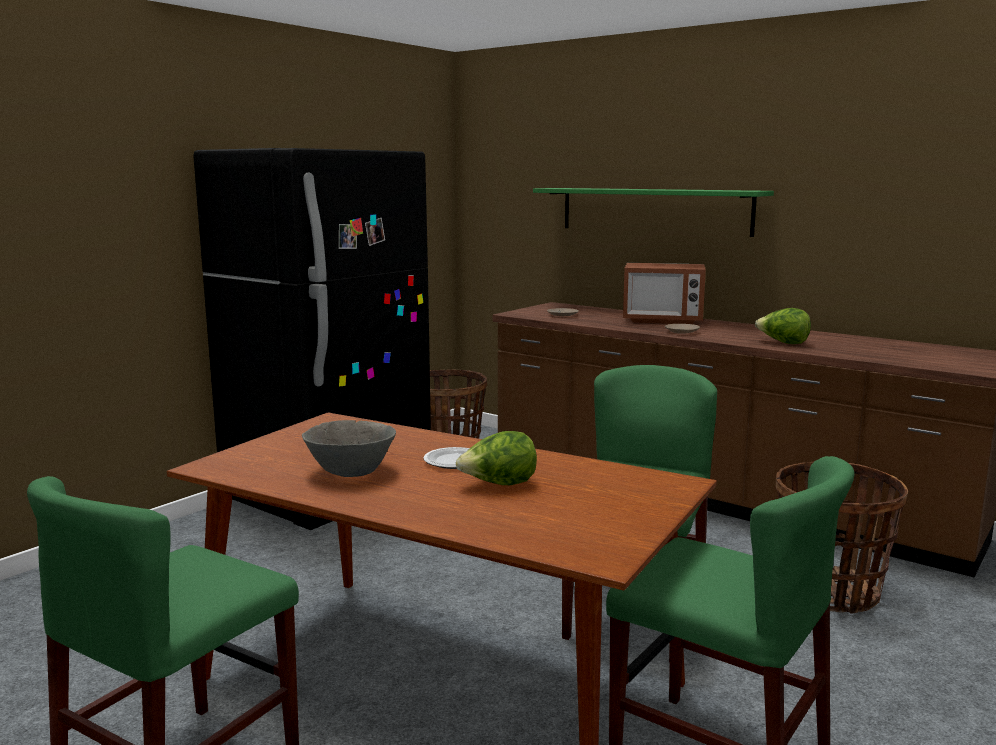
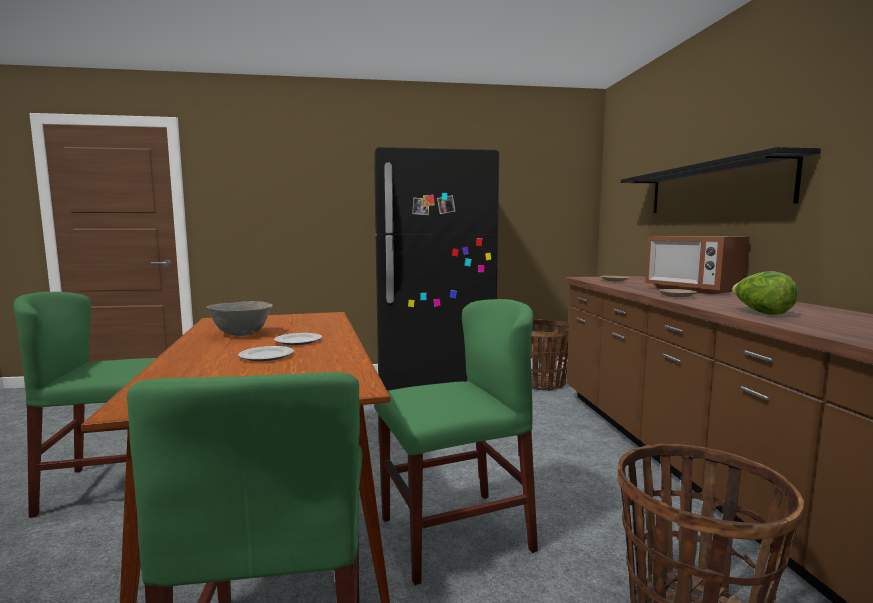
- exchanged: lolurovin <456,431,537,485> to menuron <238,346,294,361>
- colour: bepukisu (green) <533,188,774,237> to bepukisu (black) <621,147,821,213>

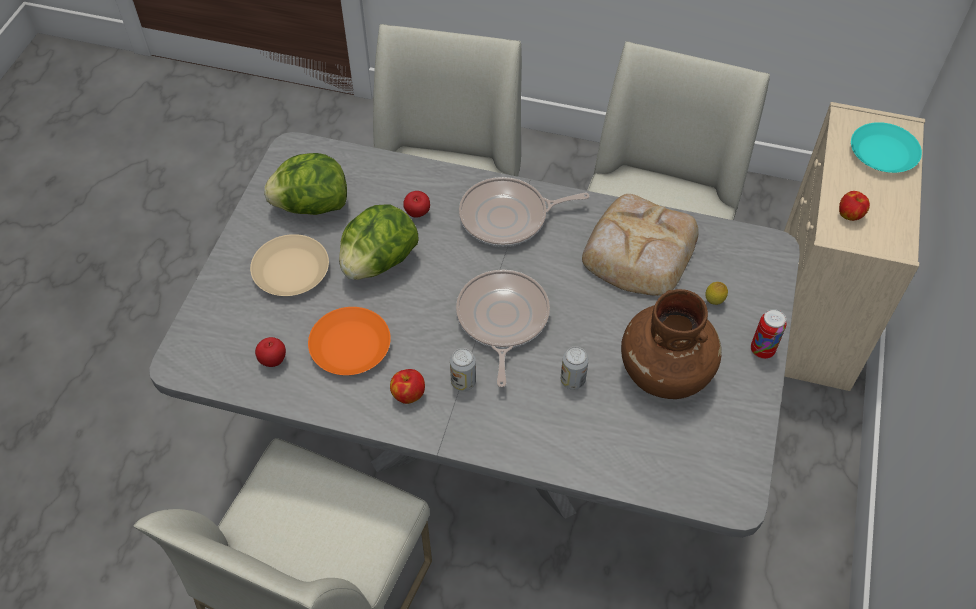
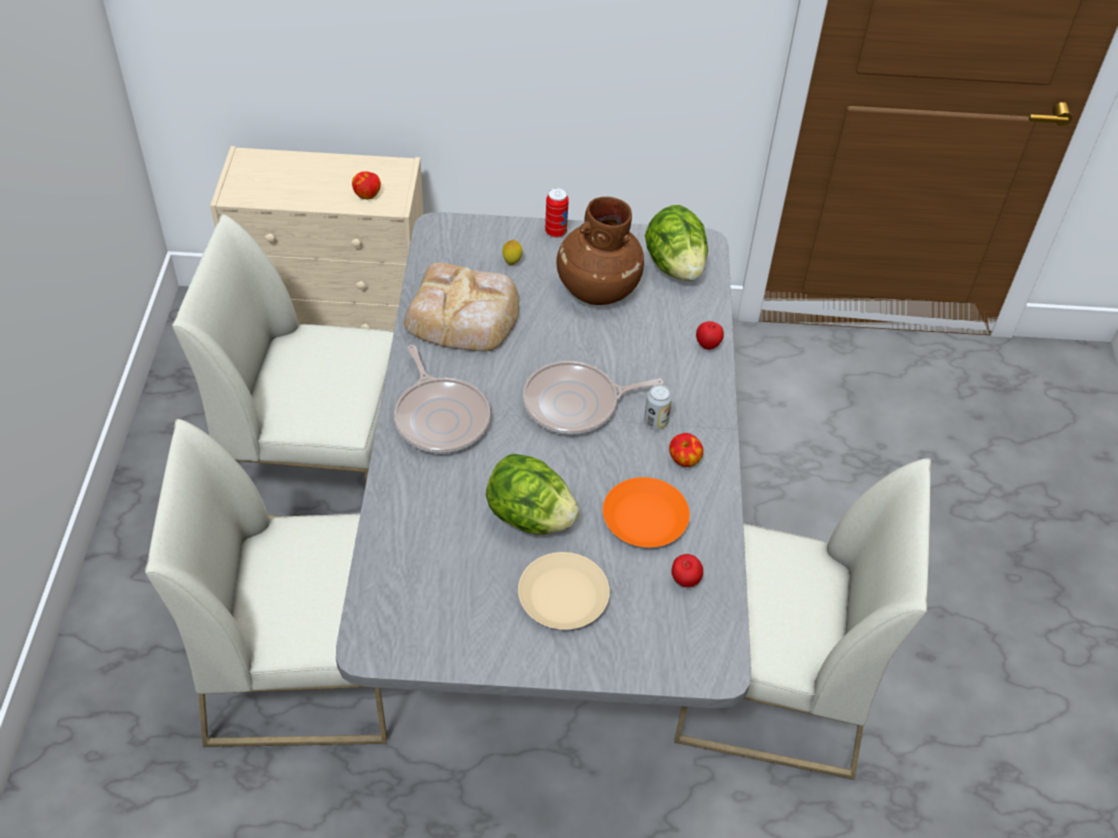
- missing: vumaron <561,346,589,390>
- missing: menuron (turquoise) <851,122,922,173>
- relocated: lolurovin <264,153,347,215> to <645,205,708,281>
- relocated: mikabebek <403,191,430,218> to <696,321,724,350>

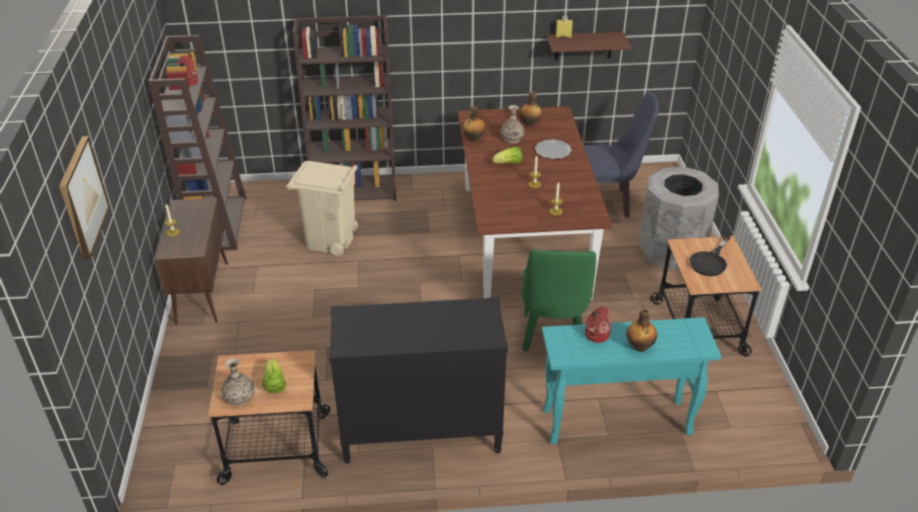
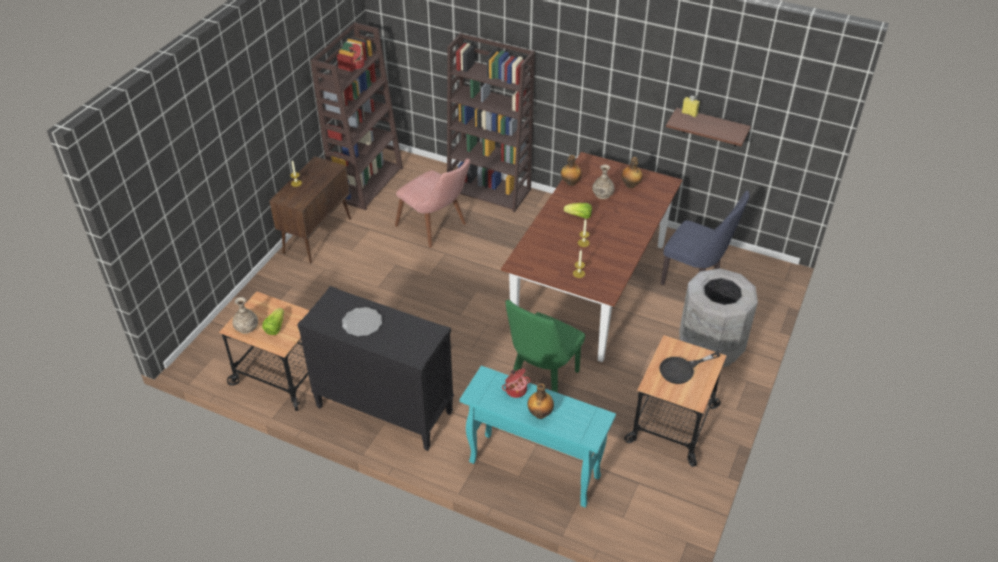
- missing: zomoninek <59,136,110,260>
- relocated: menuron <535,139,572,159> to <342,307,382,336>
- exchanged: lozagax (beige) <286,161,358,256> to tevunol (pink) <395,158,470,248>

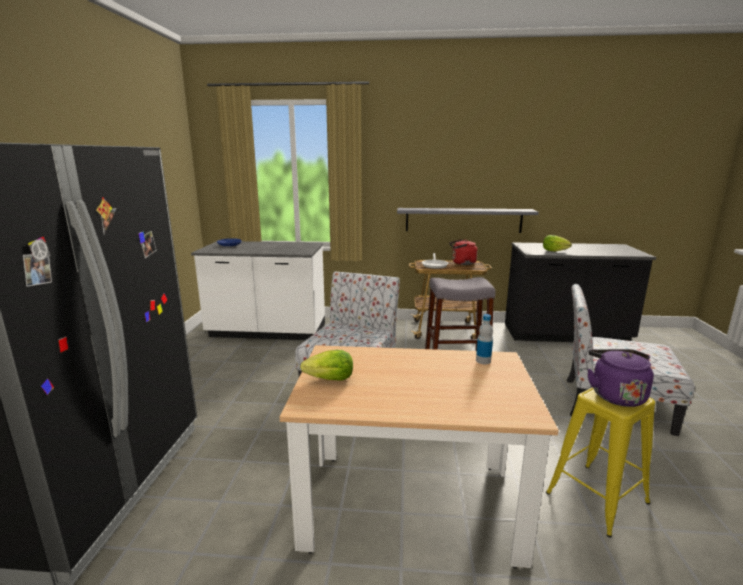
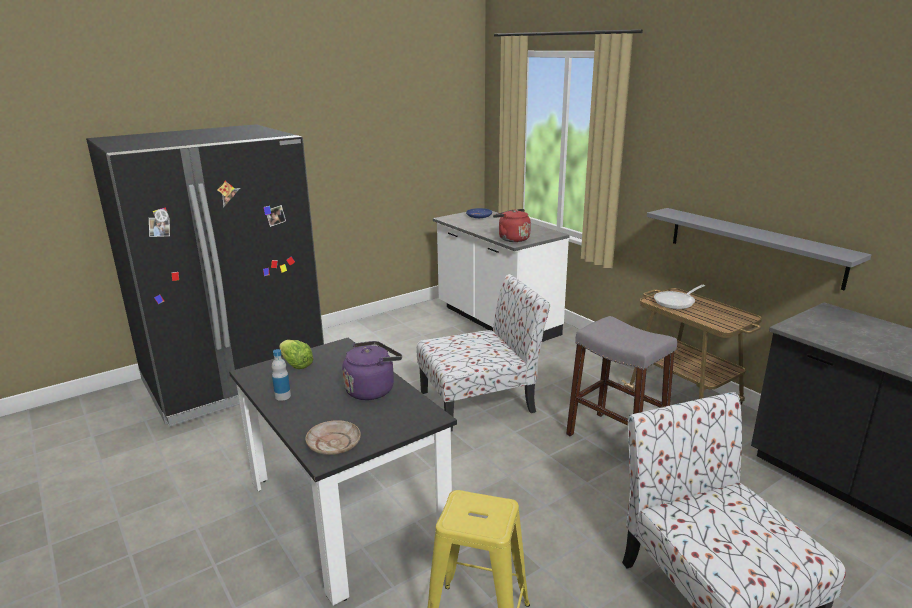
- missing: lolurovin <543,235,572,252>
- appeared: menuron (beige) <306,420,361,455>
- relocated: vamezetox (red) <449,239,478,265> to <493,209,531,242>
- relocated: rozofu <476,314,493,364> to <272,349,291,401>
- relocated: vamezetox (purple) <587,349,654,407> to <342,341,402,400>
- colour: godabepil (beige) <280,345,559,569> to godabepil (black) <229,338,457,606>

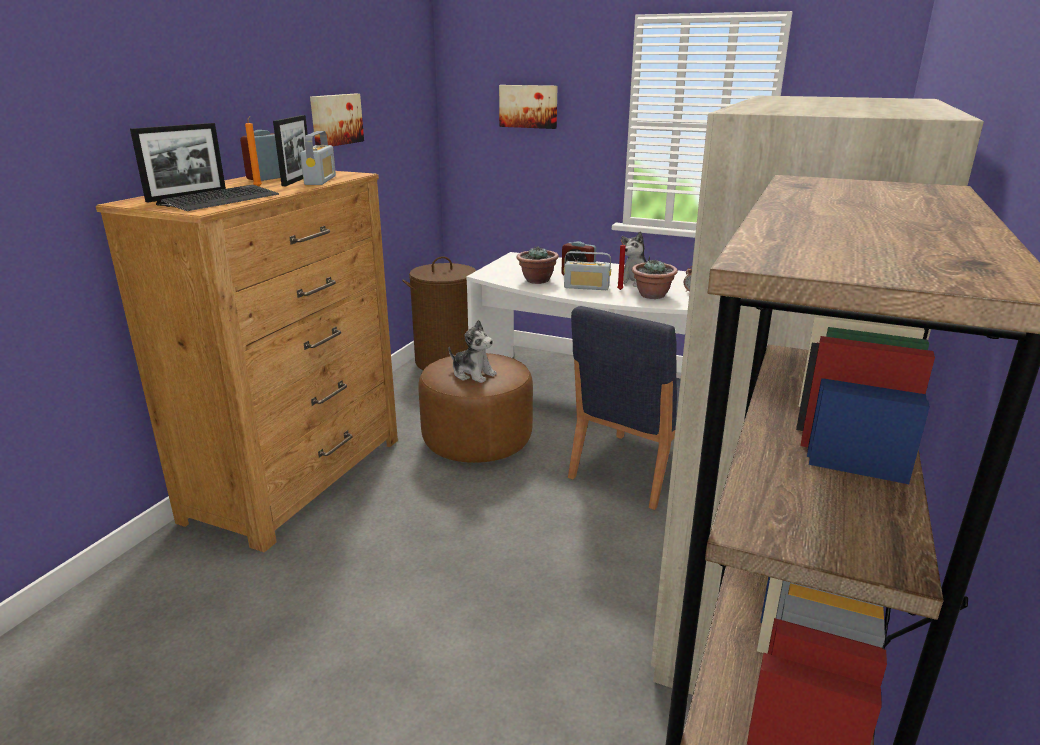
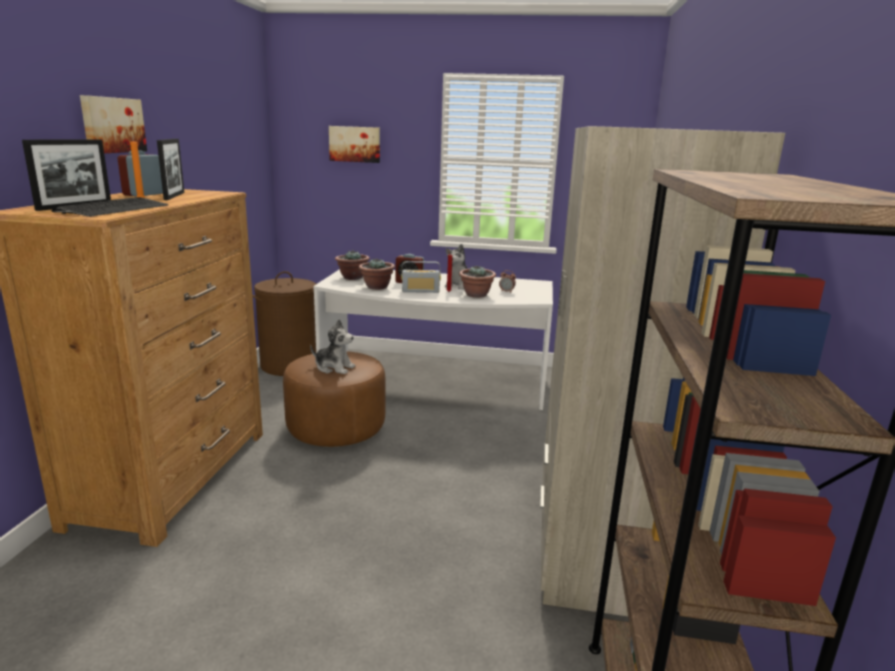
- missing: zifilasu <300,131,336,185>
- missing: tevunol (blue) <568,306,681,510>
- appeared: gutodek <335,251,370,280>
- relocated: zomoninek <310,94,364,146> to <80,95,147,153>

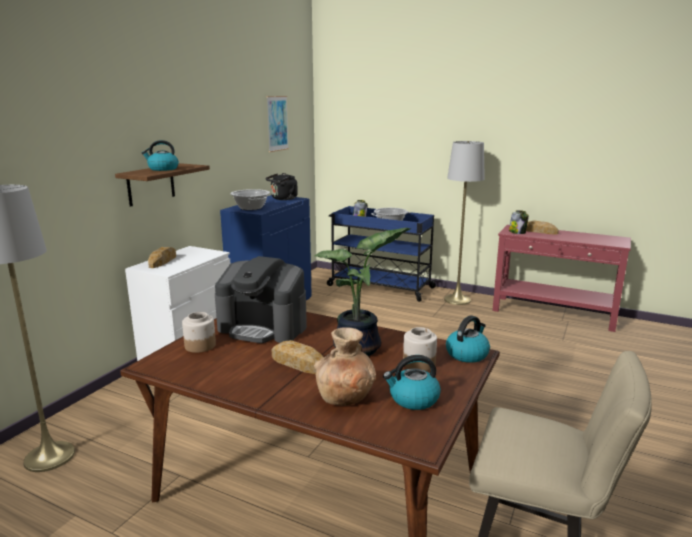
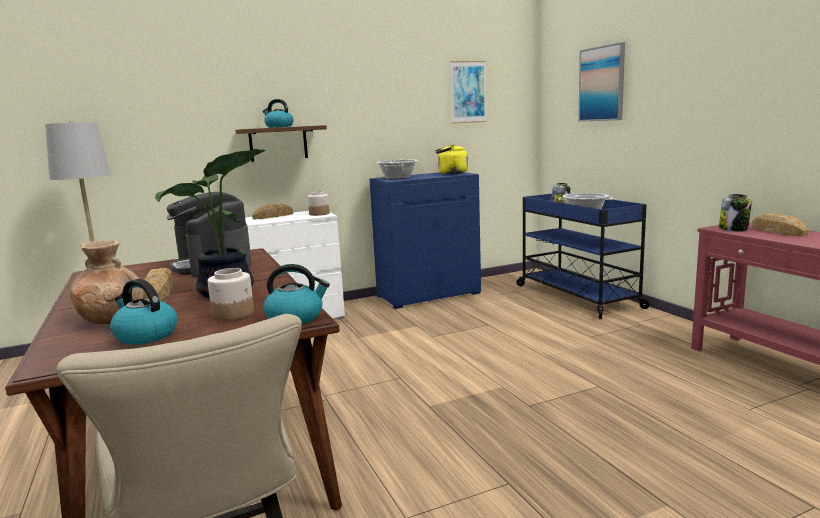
- missing: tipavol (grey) <444,141,485,305>
- appeared: zomoninek <578,42,625,122>
- relocated: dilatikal <182,312,216,353> to <308,191,329,216>
- colour: vamezetox (black) <266,173,298,200> to vamezetox (yellow) <435,144,468,174>

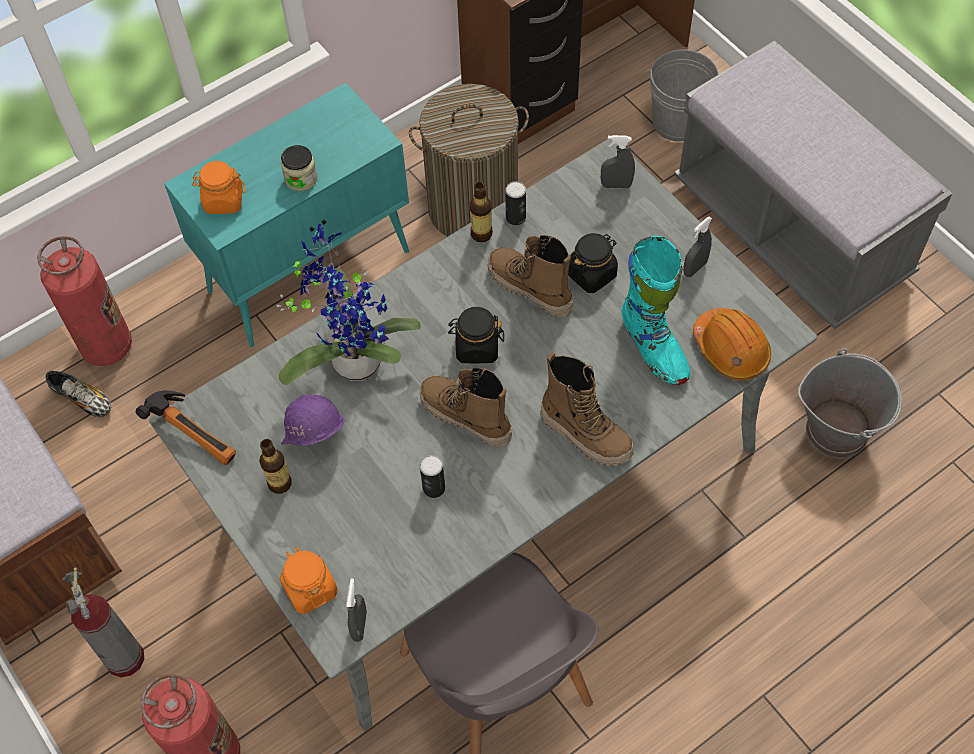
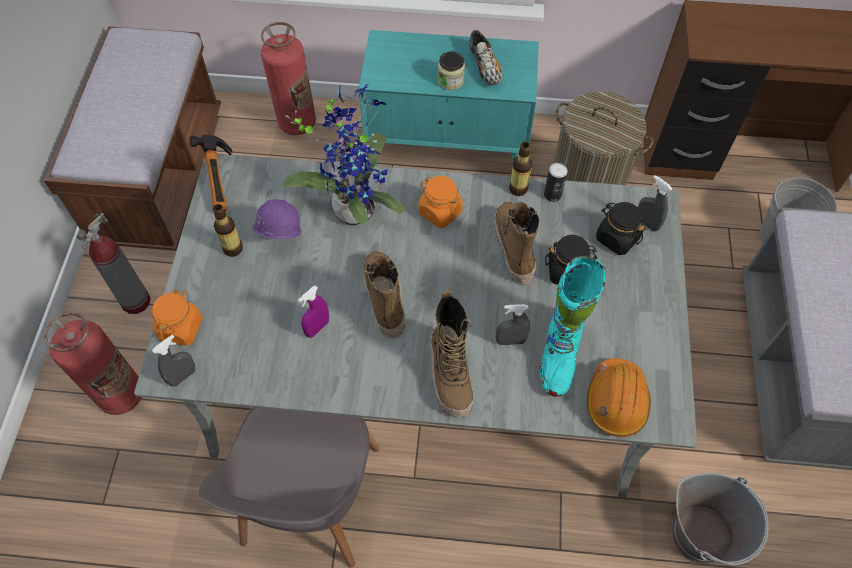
- relocated: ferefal <45,371,111,417> to <469,30,502,85>
- relocated: dilatikal (orange) <192,161,245,214> to <419,176,463,228>
- relocated: dilatikal (black) <448,307,504,364> to <596,202,645,255>
- relocated: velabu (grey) <683,216,712,277> to <496,304,530,345>
- exchanged: vumaron <420,455,445,498> to velabu (purple) <298,286,329,338>

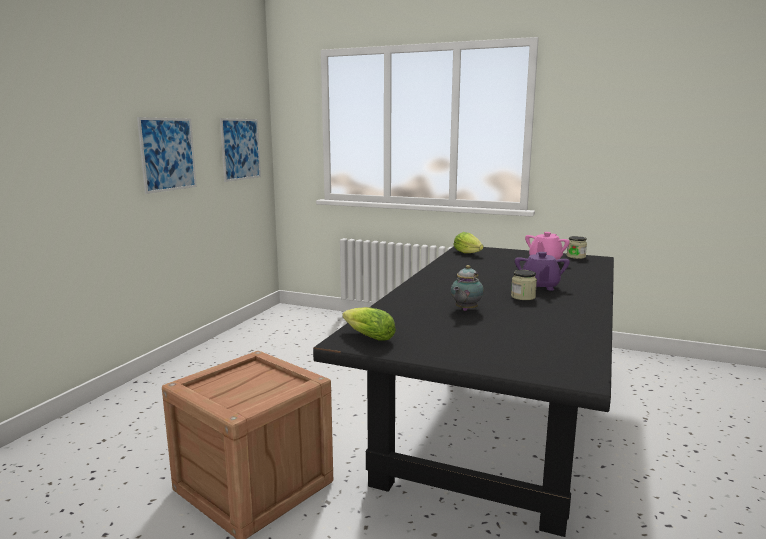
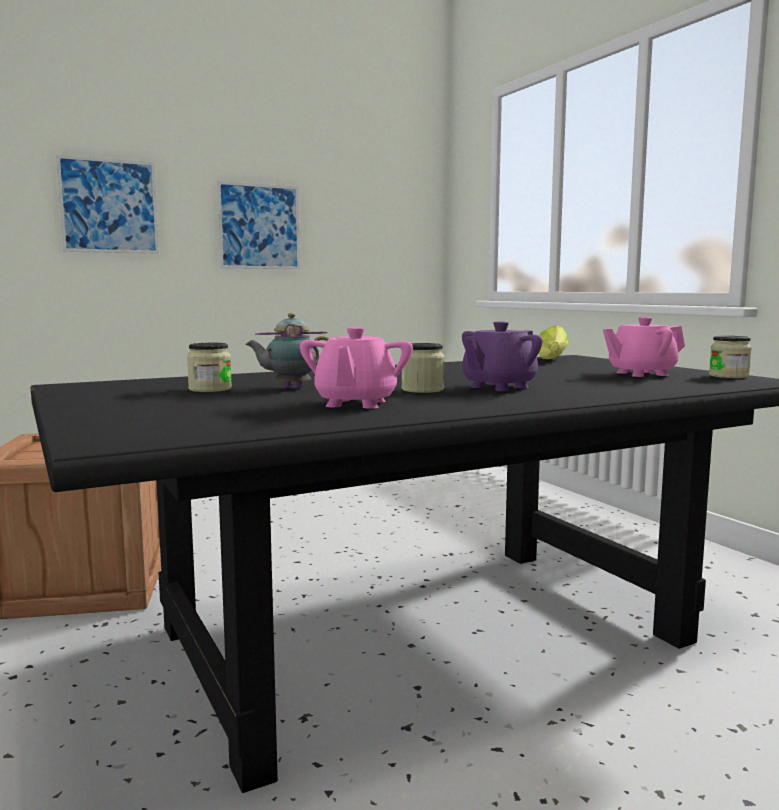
- missing: lolurovin <342,307,396,341>
- appeared: dilatikal <187,343,232,392>
- appeared: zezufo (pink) <300,327,413,409>
- relocated: zomoninek <220,118,261,182> to <56,155,159,254>

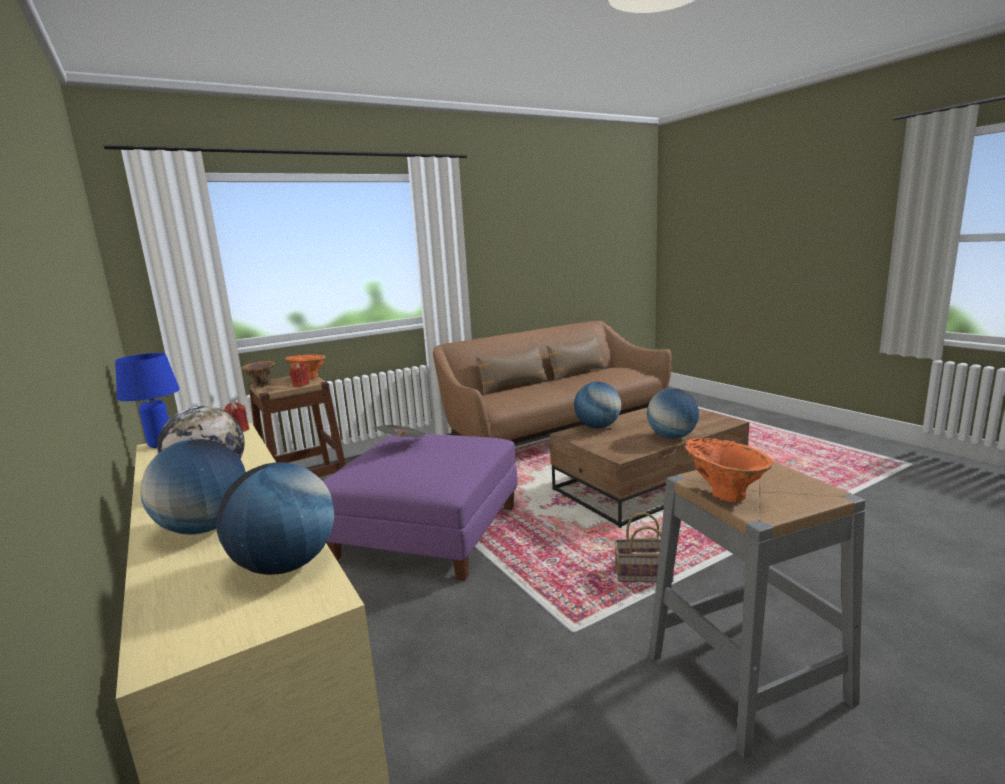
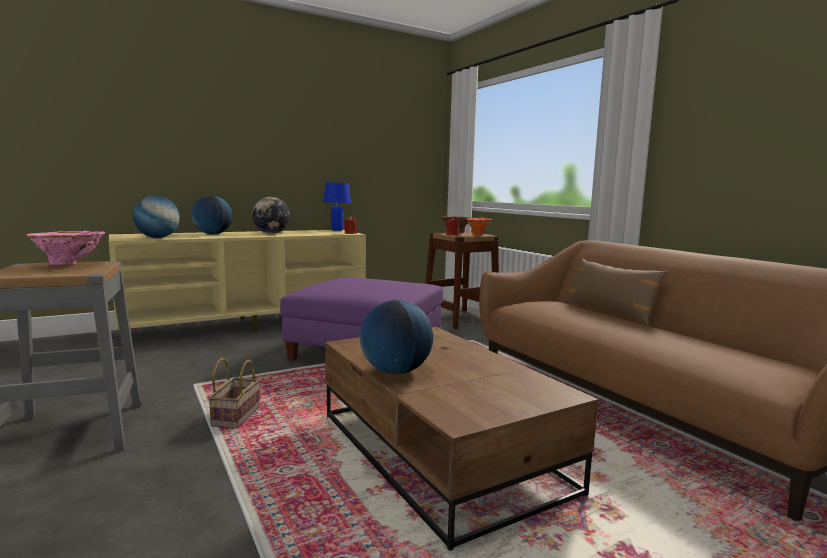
- missing: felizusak <373,425,425,437>
- missing: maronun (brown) <546,335,607,381>
- missing: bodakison <574,382,621,428>
- colour: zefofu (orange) <684,438,773,502> to zefofu (pink) <26,231,105,265>

